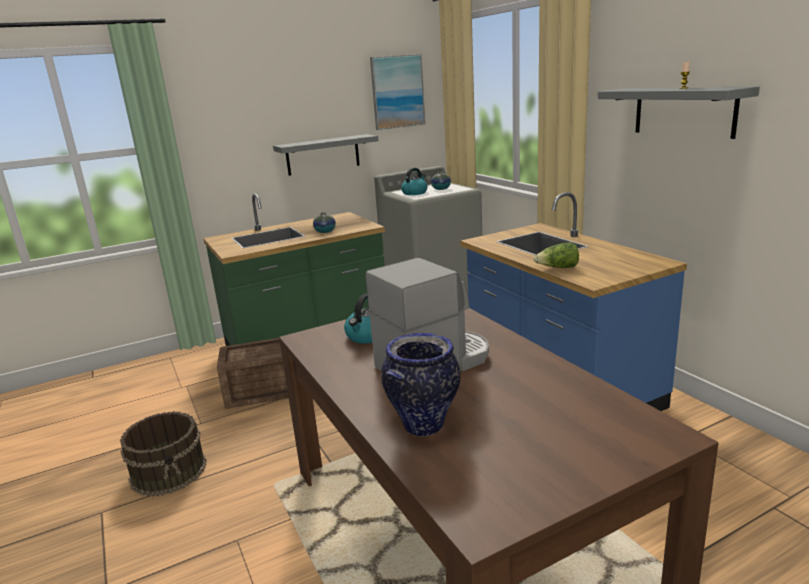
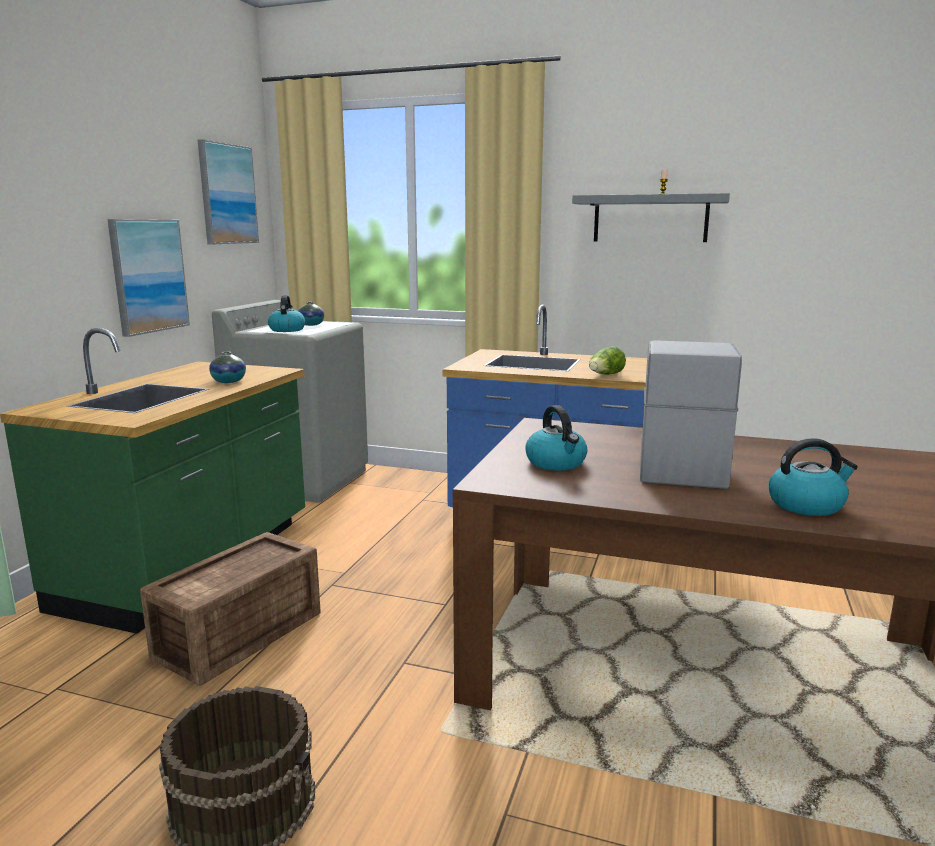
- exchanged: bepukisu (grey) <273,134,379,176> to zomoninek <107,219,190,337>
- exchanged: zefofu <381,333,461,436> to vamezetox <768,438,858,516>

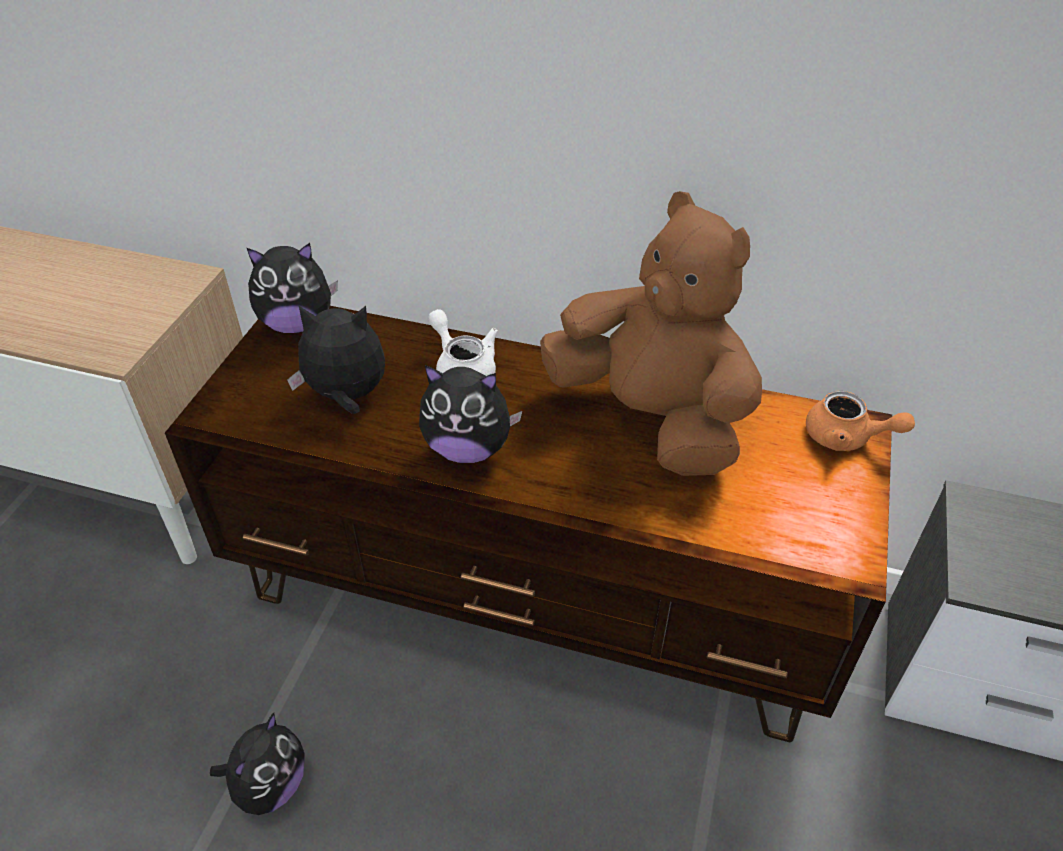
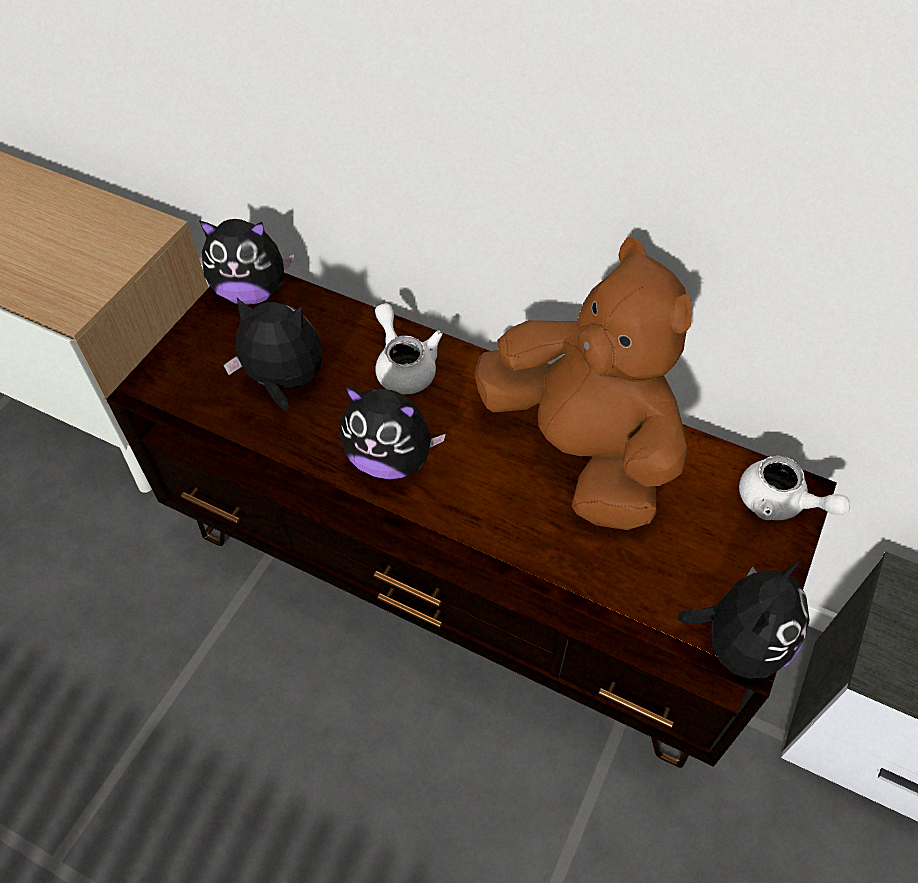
- relocated: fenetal <210,713,305,815> to <677,560,810,679>
- colour: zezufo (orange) <806,391,915,451> to zezufo (white) <739,456,850,520>

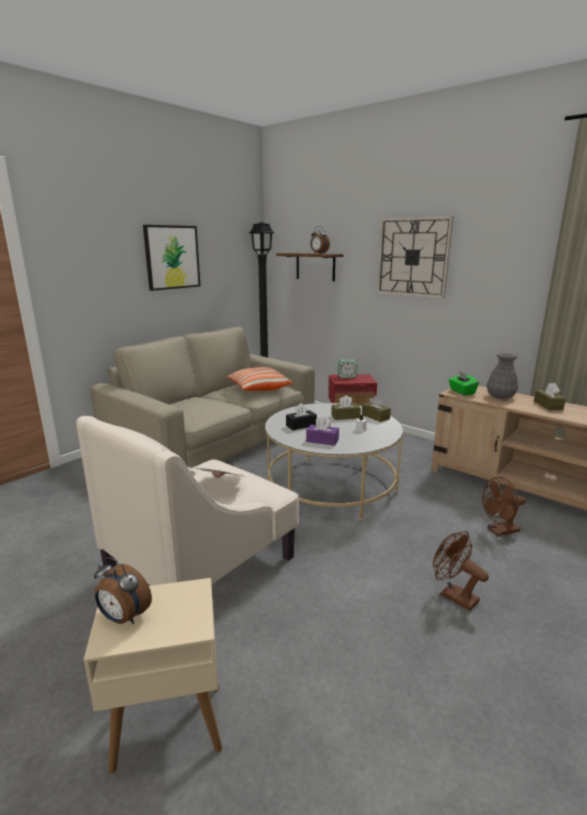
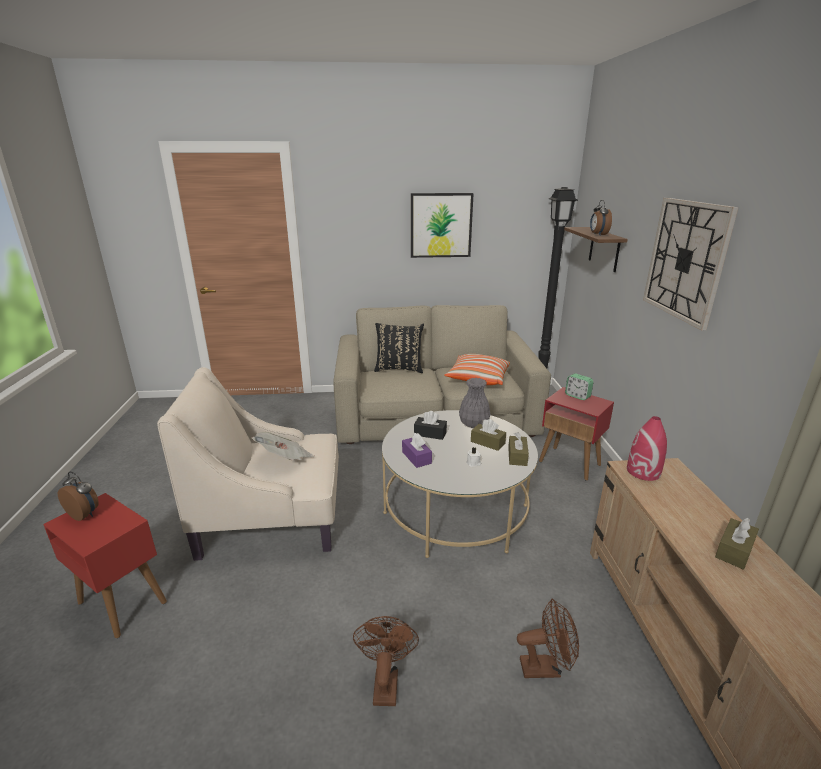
- appeared: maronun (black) <374,323,424,373>
- relocated: zefofu (grey) <487,353,518,399> to <459,378,491,428>
- exchanged: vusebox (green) <449,371,479,395> to zefofu (red) <627,416,667,481>
- colour: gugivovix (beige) <84,578,222,774> to gugivovix (red) <43,493,167,638>
- spun: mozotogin <94,557,152,624> = <58,472,98,521> 135 degrees clockwise
- spun: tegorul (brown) <482,477,526,536> = <517,598,579,678> 150 degrees clockwise

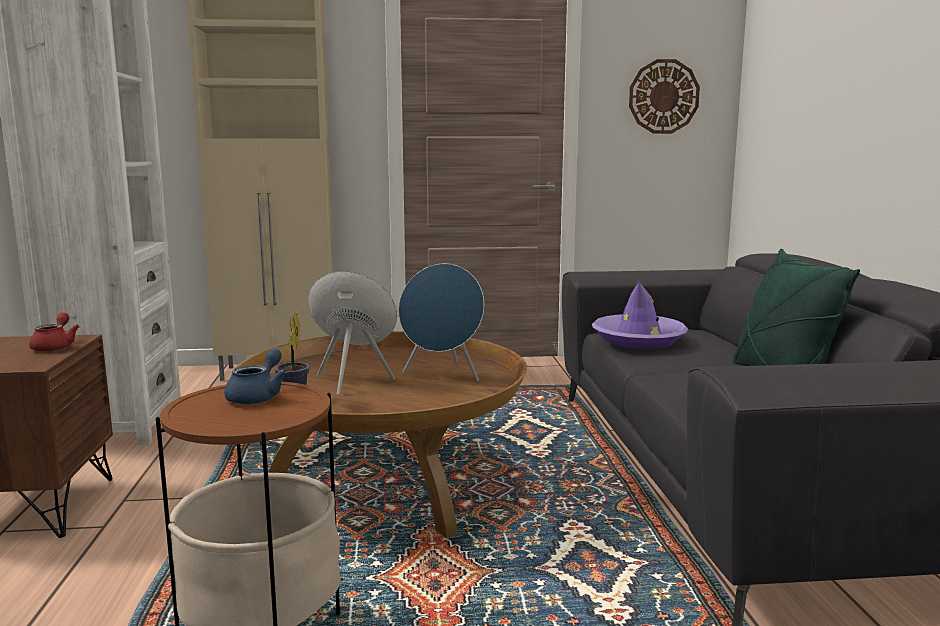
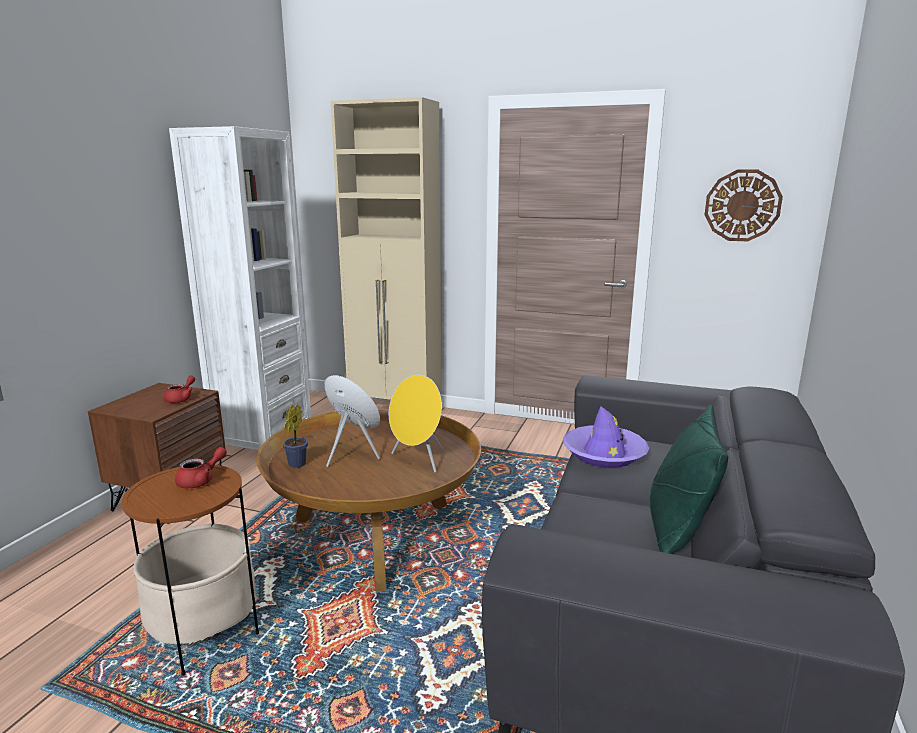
- colour: zezufo (blue) <224,348,287,404> to zezufo (red) <175,447,227,488>
- colour: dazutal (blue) <398,264,484,381> to dazutal (yellow) <389,375,443,473>

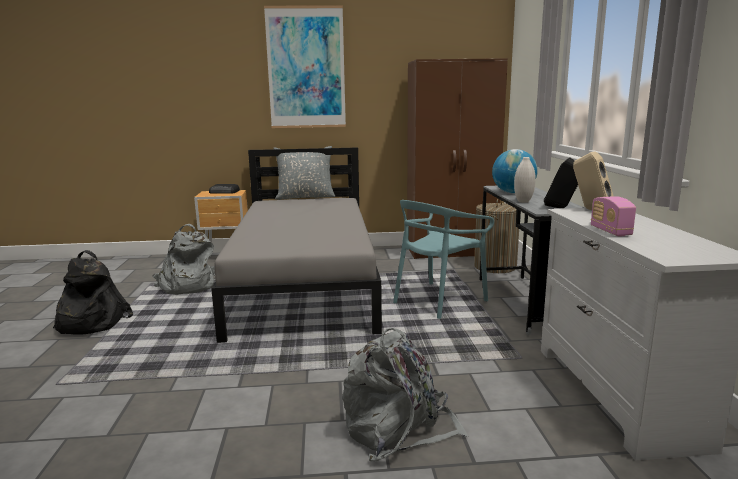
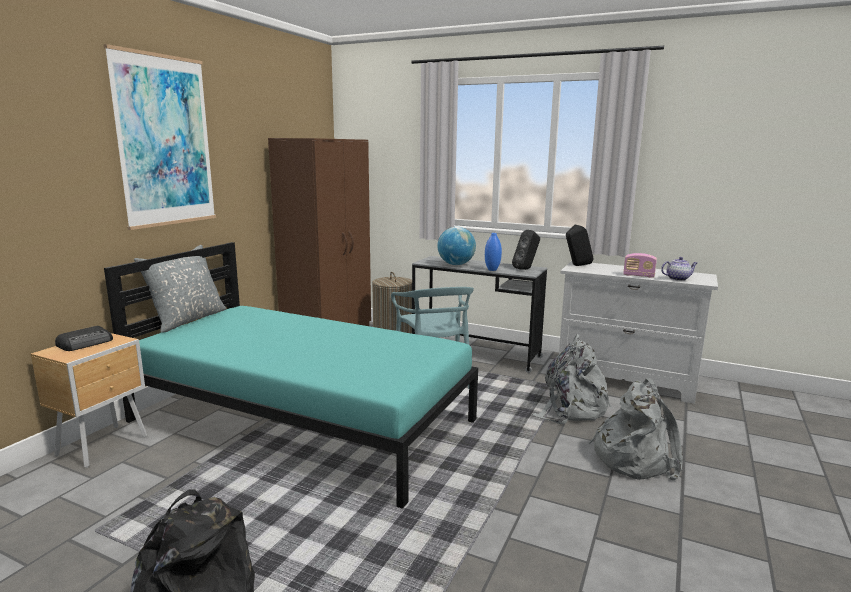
- appeared: zezufo <661,257,697,281>
- relocated: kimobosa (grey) <153,224,216,295> to <533,334,612,424>
- colour: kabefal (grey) <211,147,382,343> to kabefal (turquoise) <104,242,478,509>
- colour: zefofu (white) <514,157,536,203> to zefofu (blue) <485,233,502,271>
- colour: dazutal (beige) <573,152,614,210> to dazutal (black) <566,225,594,266>

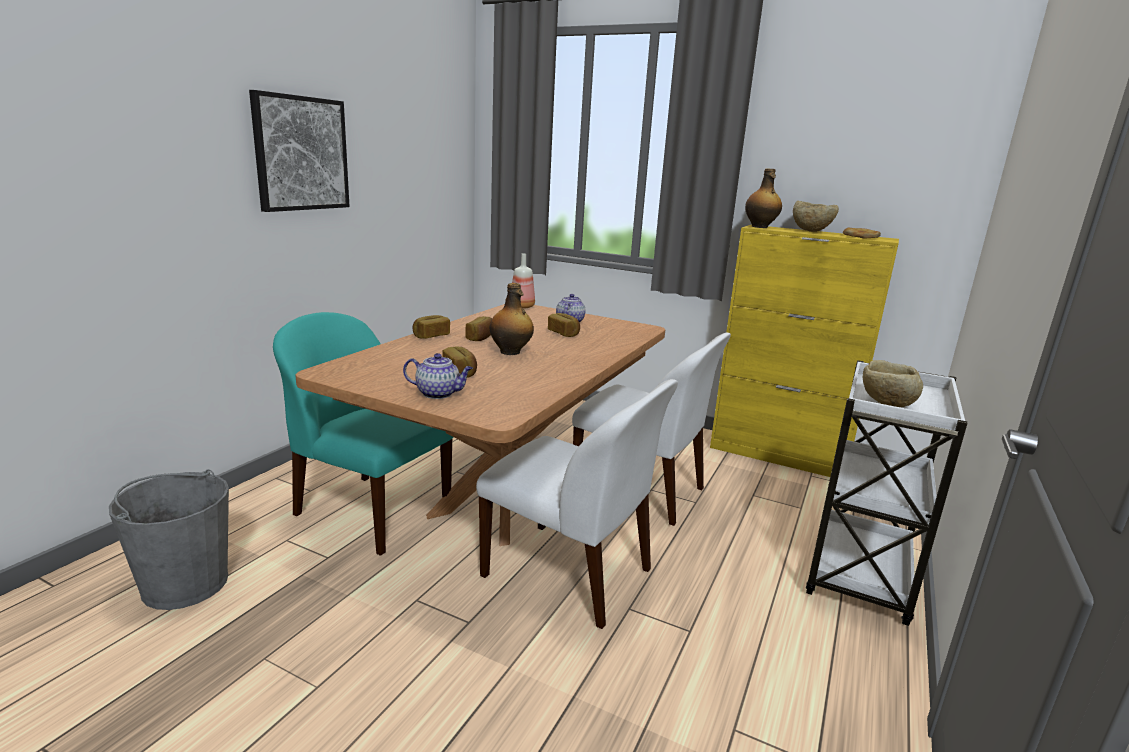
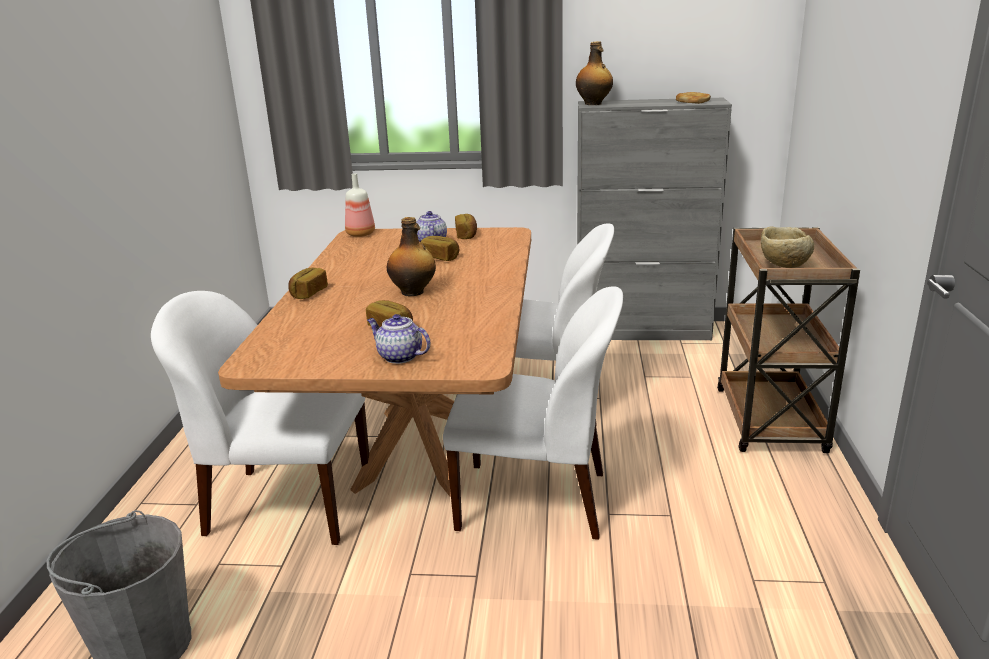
- missing: zomoninek <249,90,350,212>
- missing: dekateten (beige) <793,201,839,232>
- relocated: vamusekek <465,316,492,341> to <455,214,477,239>
- colour: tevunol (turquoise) <273,312,453,556> to tevunol (white) <151,291,369,545>
- colour: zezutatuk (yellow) <710,225,899,477> to zezutatuk (grey) <577,98,732,340>
- colour: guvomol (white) <806,360,968,626> to guvomol (brown) <717,227,860,453>
- spun: zezufo <403,353,473,399> = <367,314,430,364> 135 degrees counterclockwise

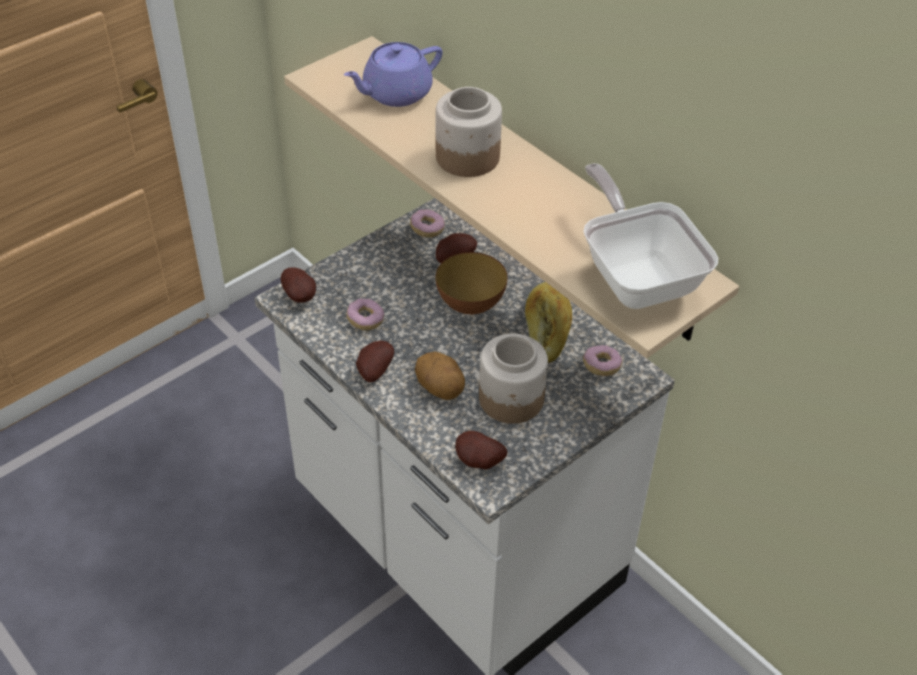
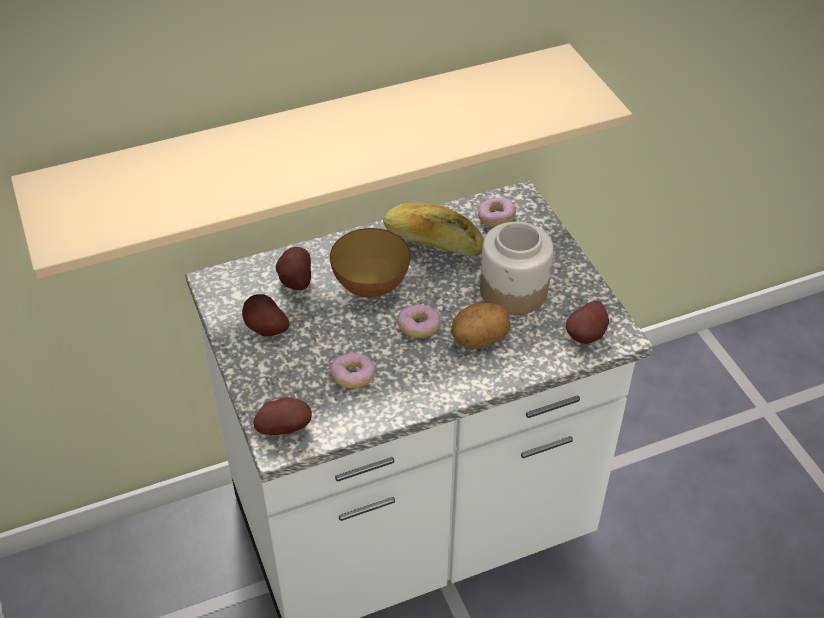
- missing: zezufo (purple) <344,42,443,107>
- missing: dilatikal <436,87,502,177>
- missing: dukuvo <583,163,718,309>
- relocated: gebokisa <356,340,394,382> to <242,294,289,337>
- relocated: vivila <410,209,445,237> to <397,304,440,338>

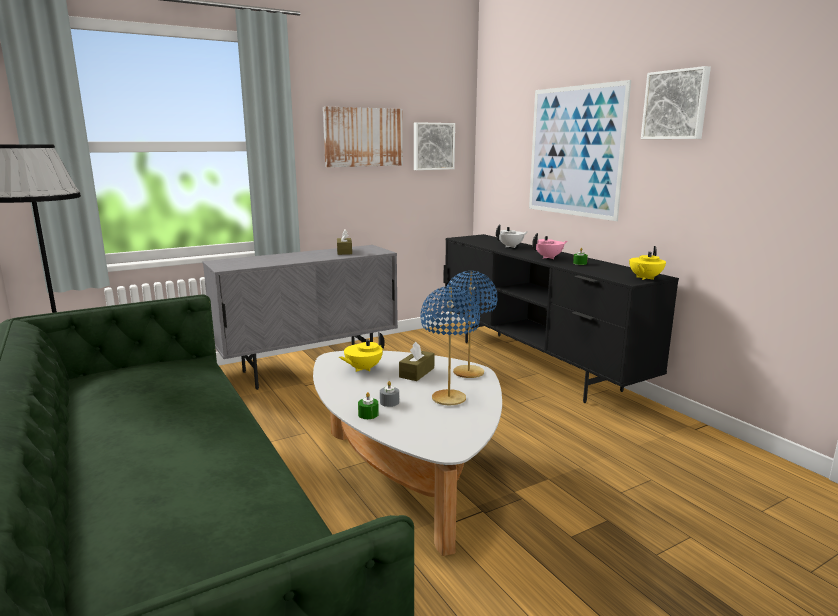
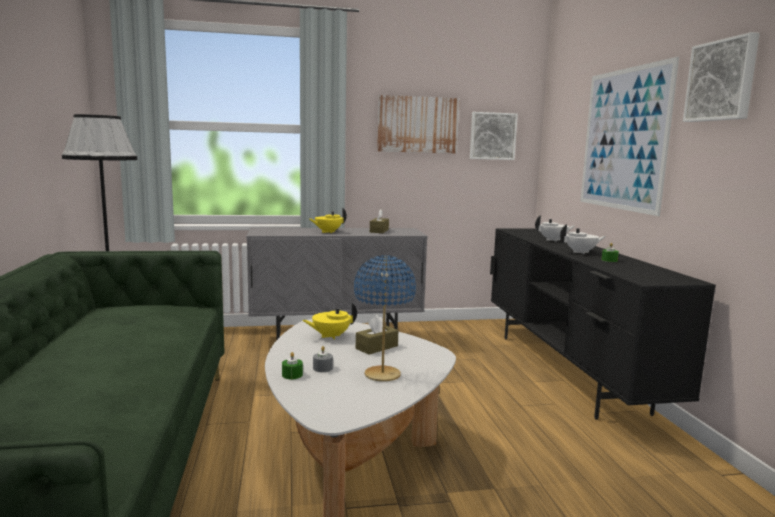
- missing: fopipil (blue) <444,271,498,378>
- relocated: zezufo (yellow) <629,246,666,280> to <309,208,347,233>
- colour: zezufo (pink) <532,233,567,259> to zezufo (white) <560,224,606,254>

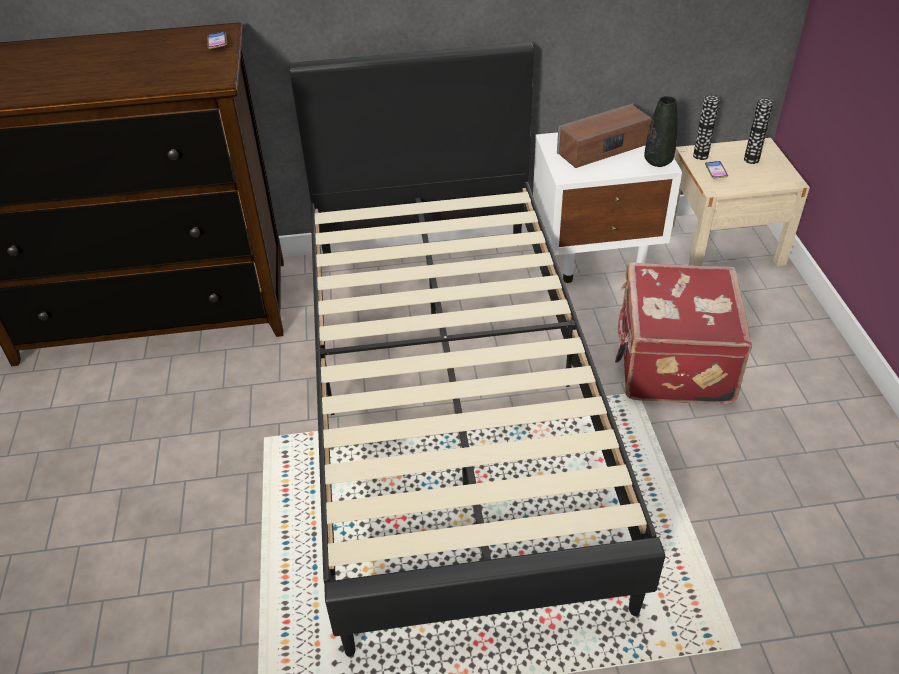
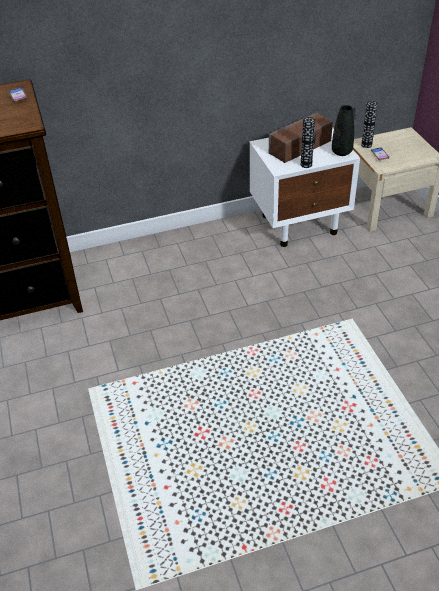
- missing: kabefal (black) <289,42,665,657>
- missing: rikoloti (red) <615,262,752,405>
- relocated: zefofu <744,98,774,164> to <301,117,315,168>

